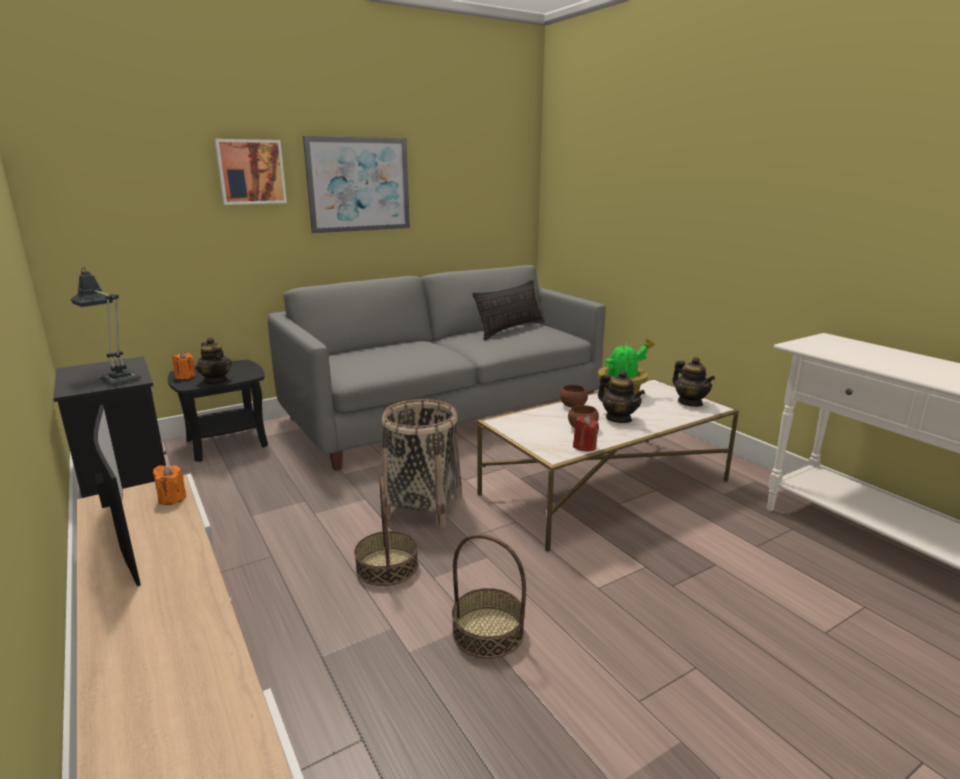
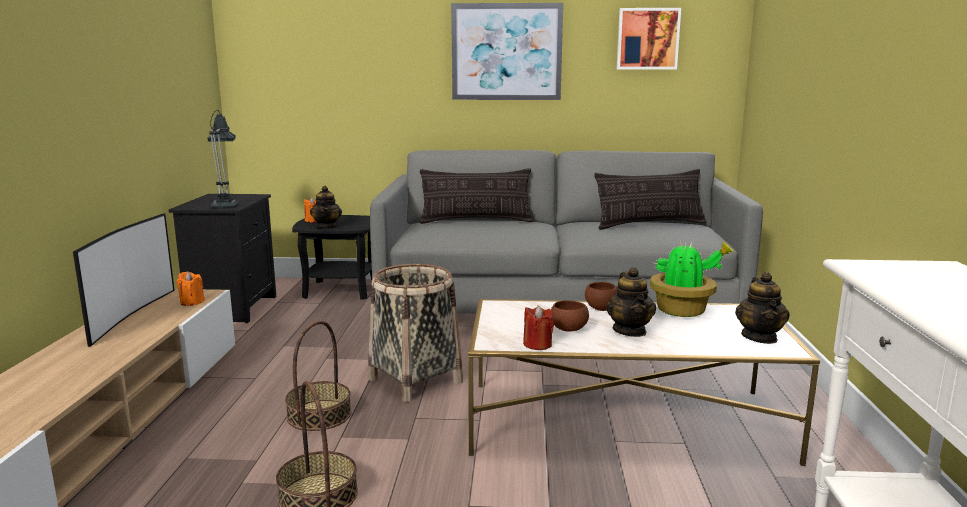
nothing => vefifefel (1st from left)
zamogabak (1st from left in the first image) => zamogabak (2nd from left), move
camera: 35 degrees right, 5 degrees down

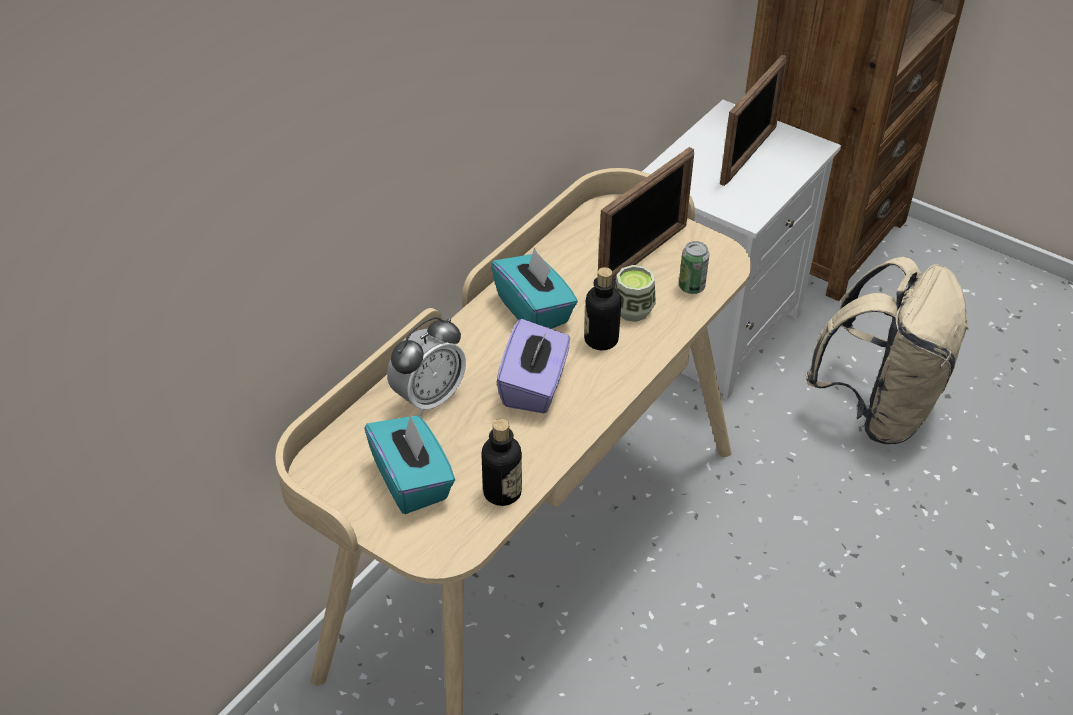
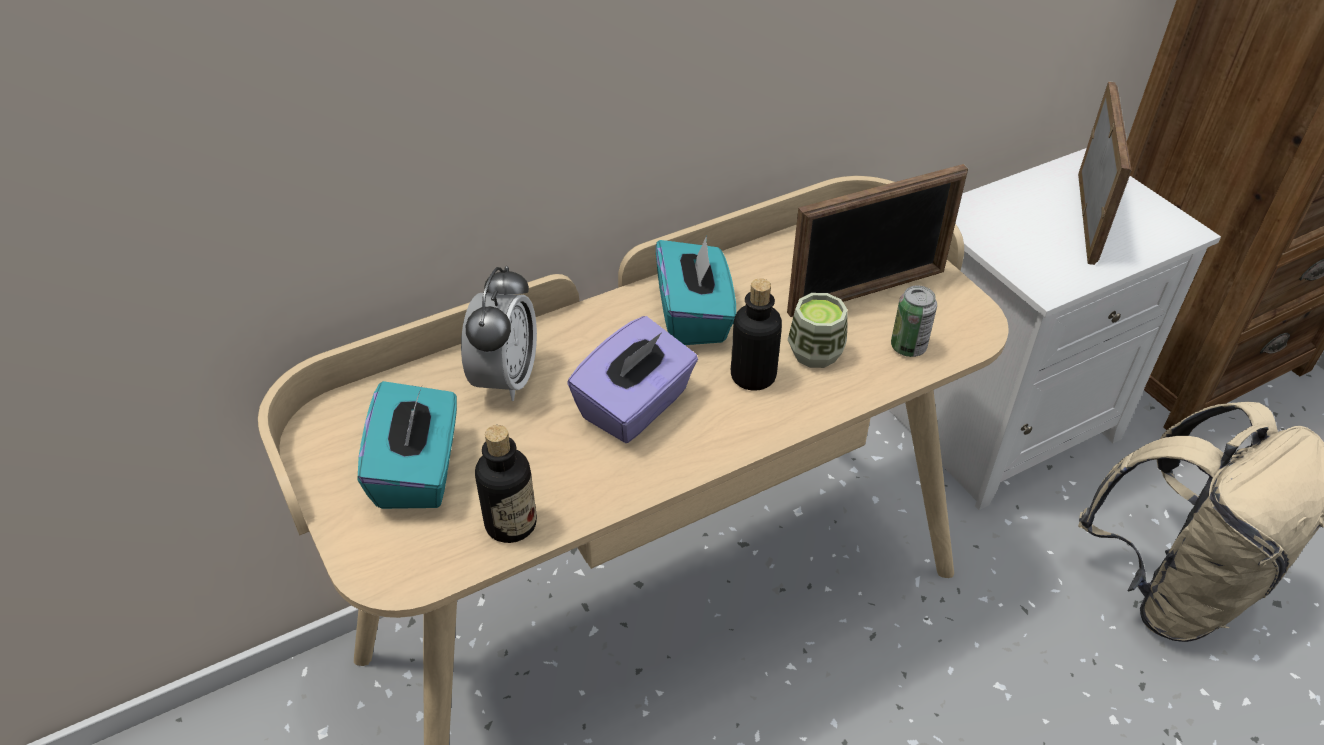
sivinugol, 60 degrees counterclockwise
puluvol (2nd from left), 45 degrees counterclockwise
camera: 25 degrees right, 0 degrees up

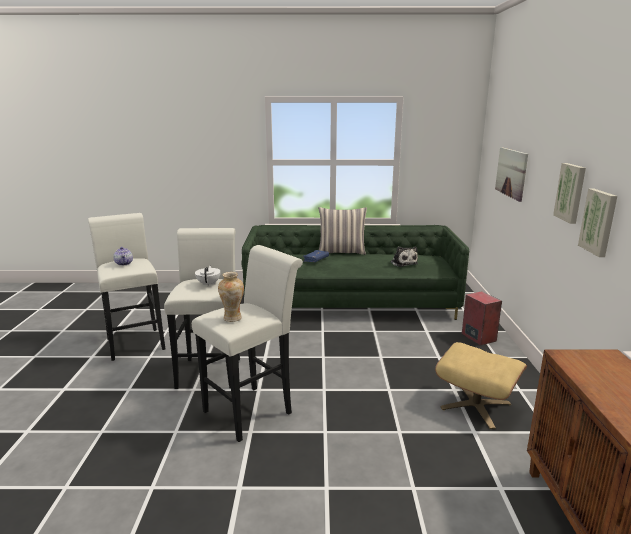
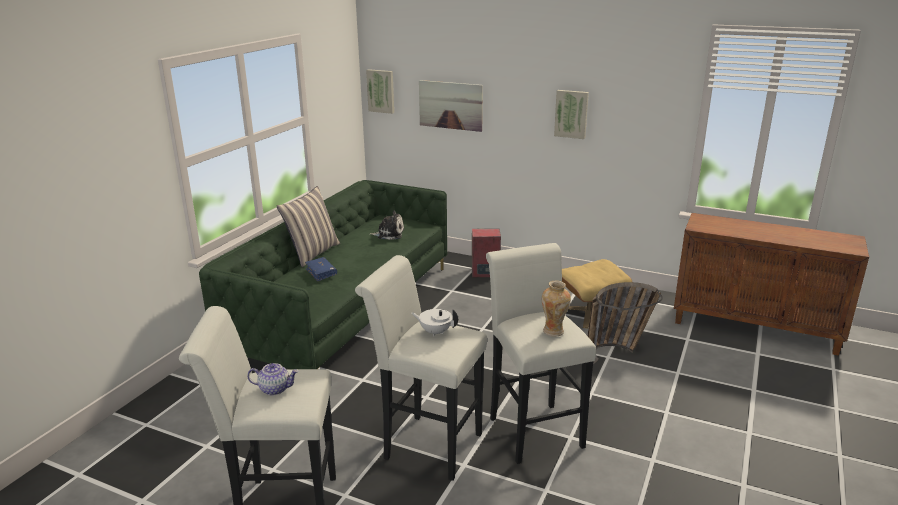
nothing => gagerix
zamogabak (3rd from left in the first image) => zamogabak (1st from left), move
camera: 65 degrees left, 5 degrees up

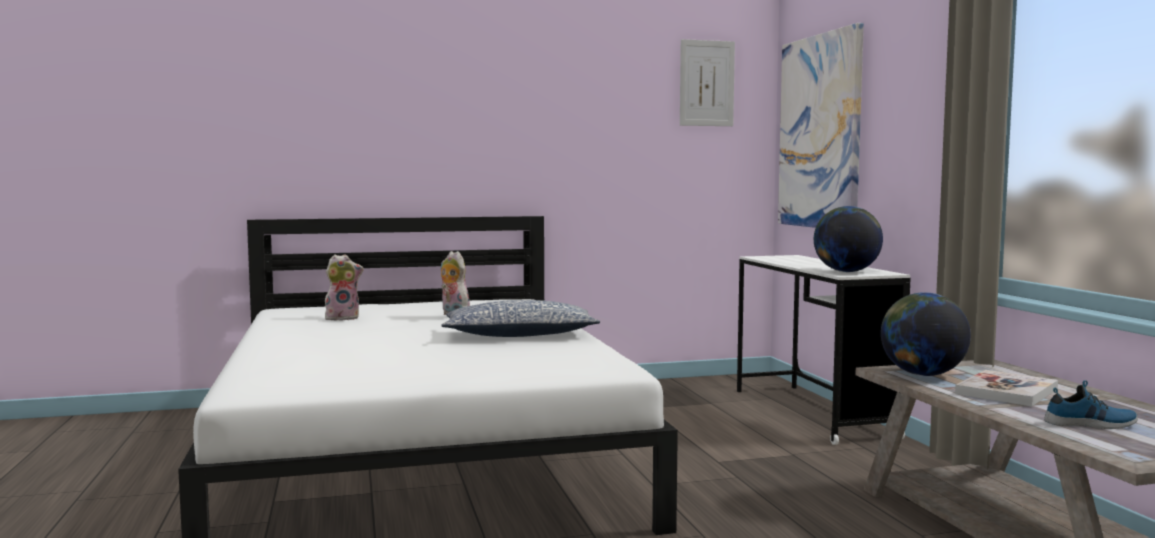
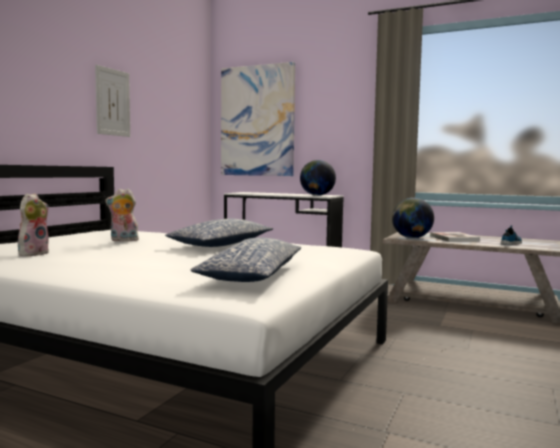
nothing => vefifefel (2nd from left)
zamogabak (1st from left), move
camera: 50 degrees left, 0 degrees up

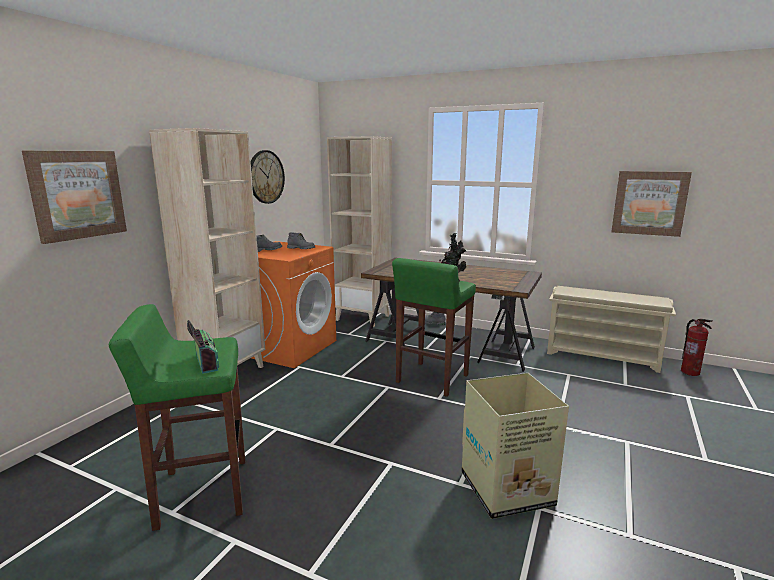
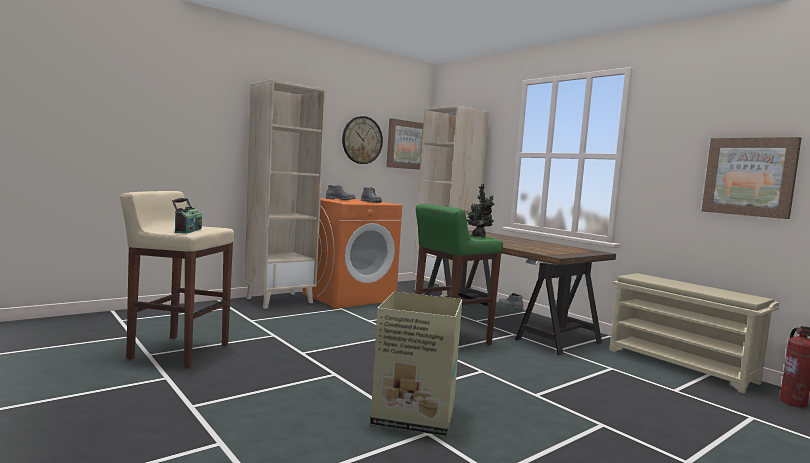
zamogabak (1st from left), move
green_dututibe (1st from left) => beige_dututibe
camera: 25 degrees right, 10 degrees down

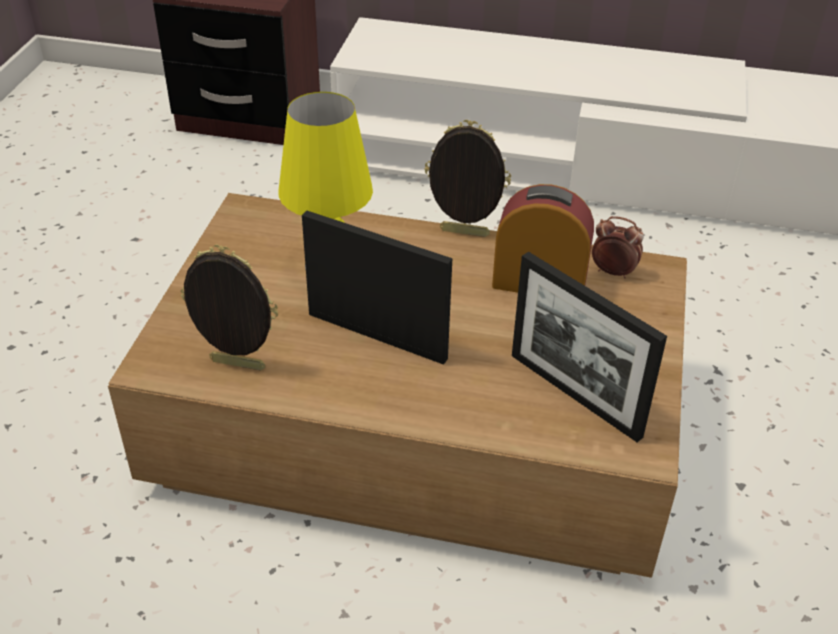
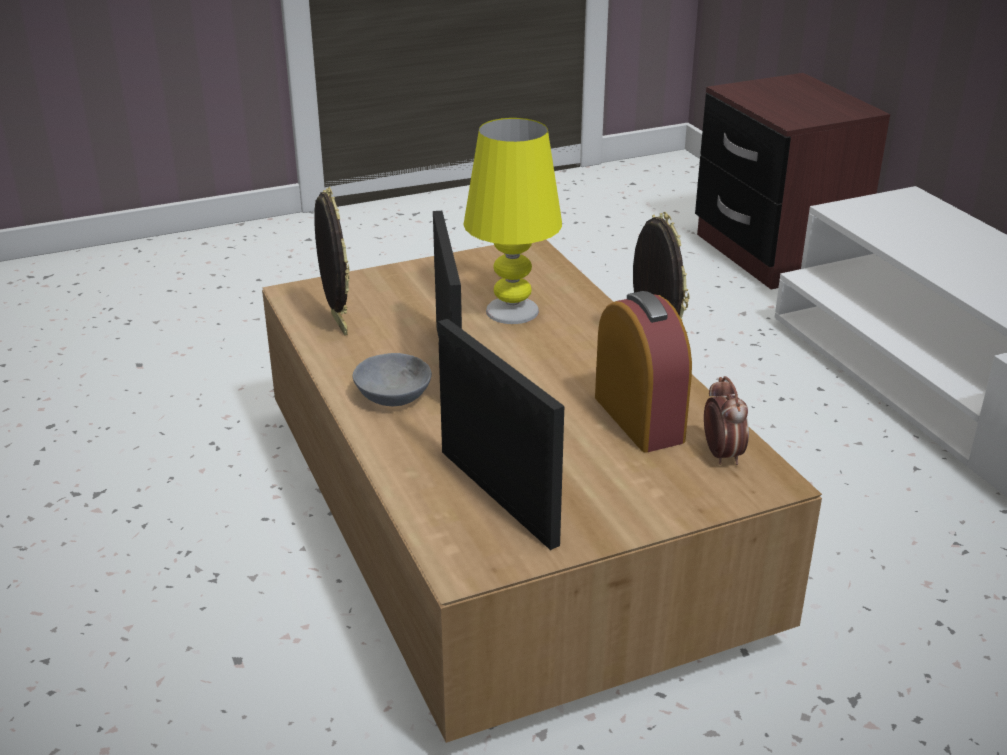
nothing => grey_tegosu
puluvol (4th from left in the first image) => puluvol (3rd from left), 135 degrees clockwise
camera: 55 degrees right, 10 degrees down

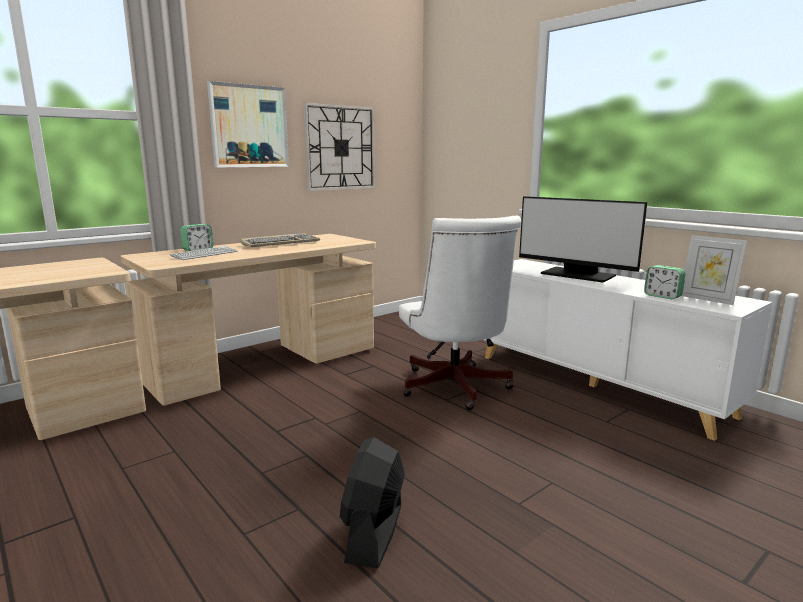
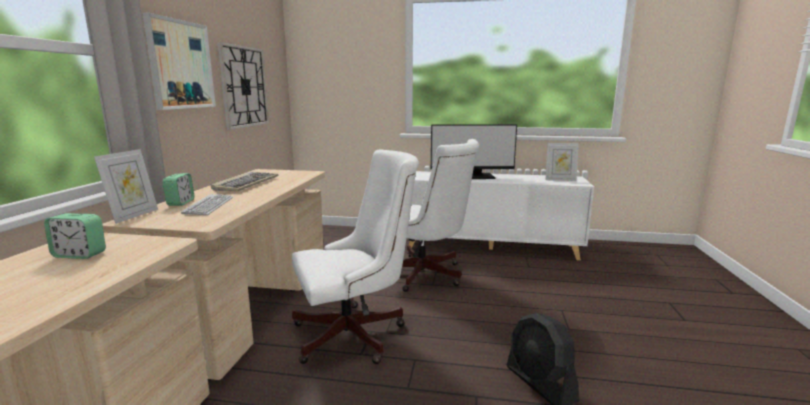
nothing => puluvol (1st from left)
nothing => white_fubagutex (1st from left)
sivinugol (2nd from left in the first image) => sivinugol (1st from left), move
camera: 40 degrees left, 0 degrees up

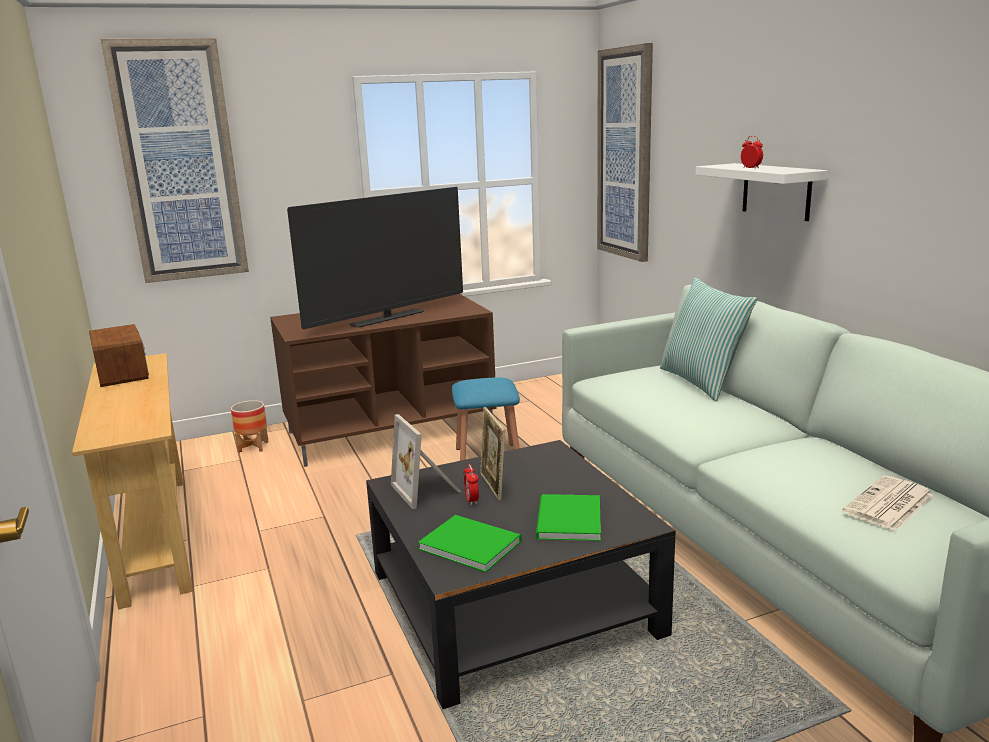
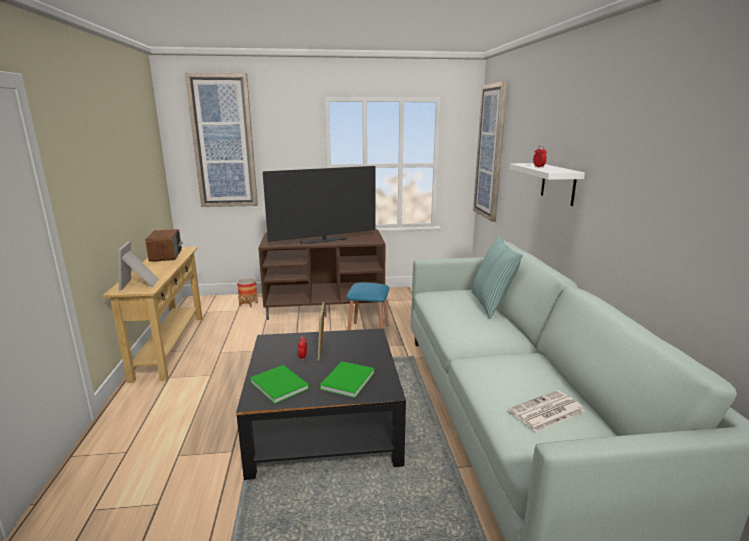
puluvol (1st from left), move
camera: 15 degrees right, 0 degrees up

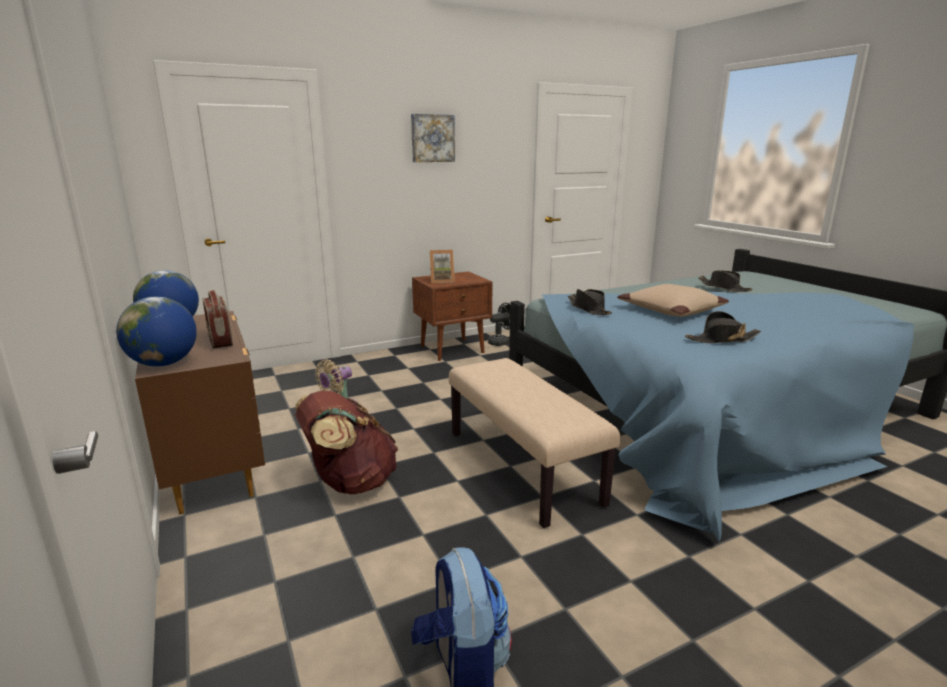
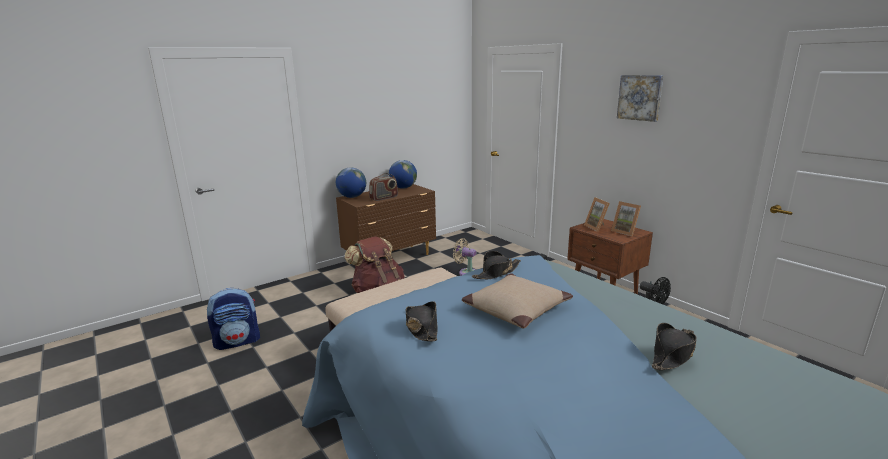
nothing => puluvol (2nd from left)
camera: 80 degrees right, 0 degrees up

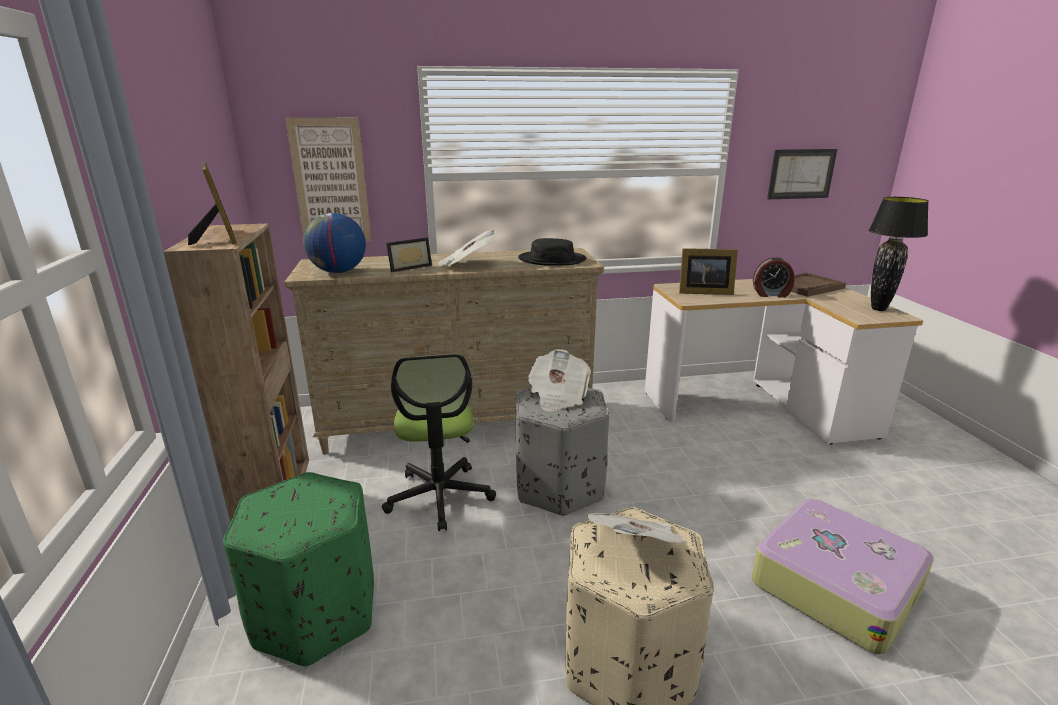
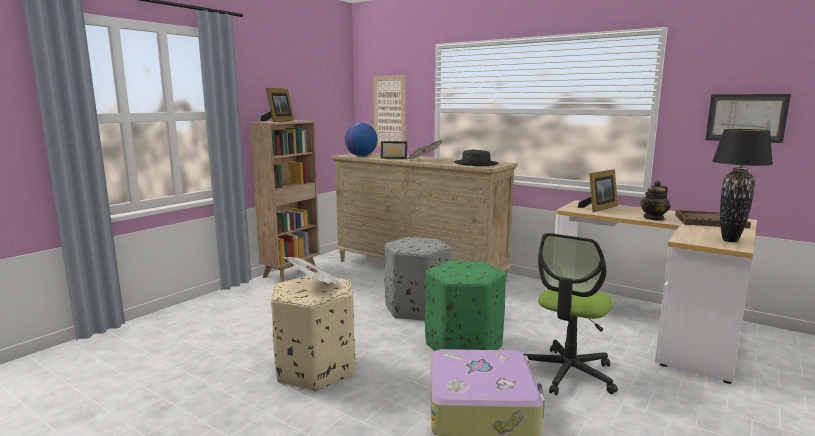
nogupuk (2nd from left) => nothing
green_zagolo, move
fubagutex, move
sivinugol => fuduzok
puluvol (3rd from left), 90 degrees counterclockwise
camera: 45 degrees right, 10 degrees down

